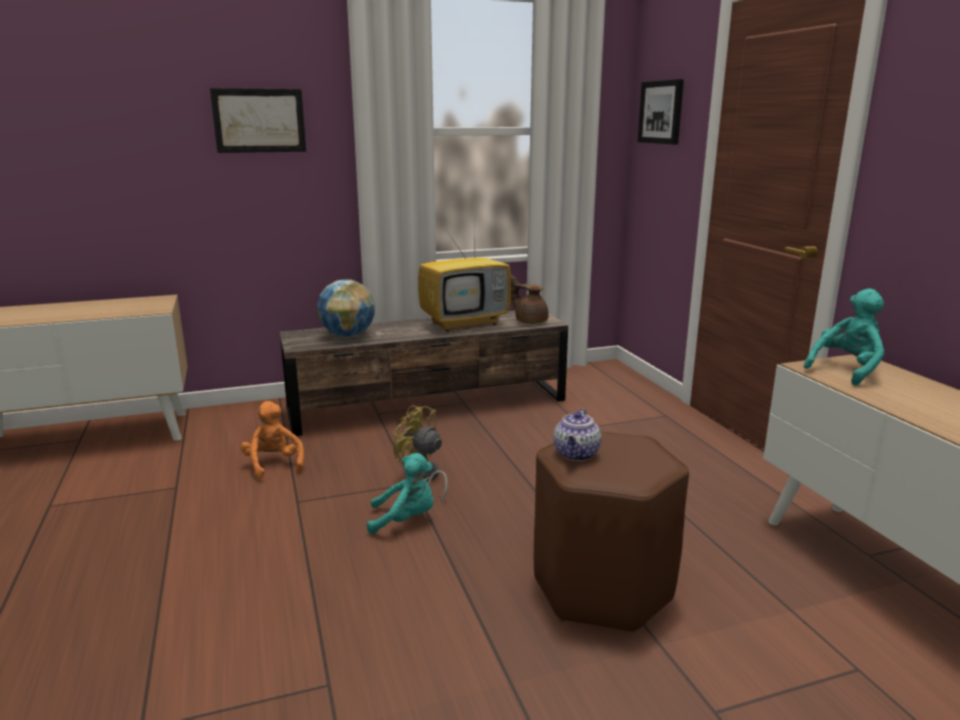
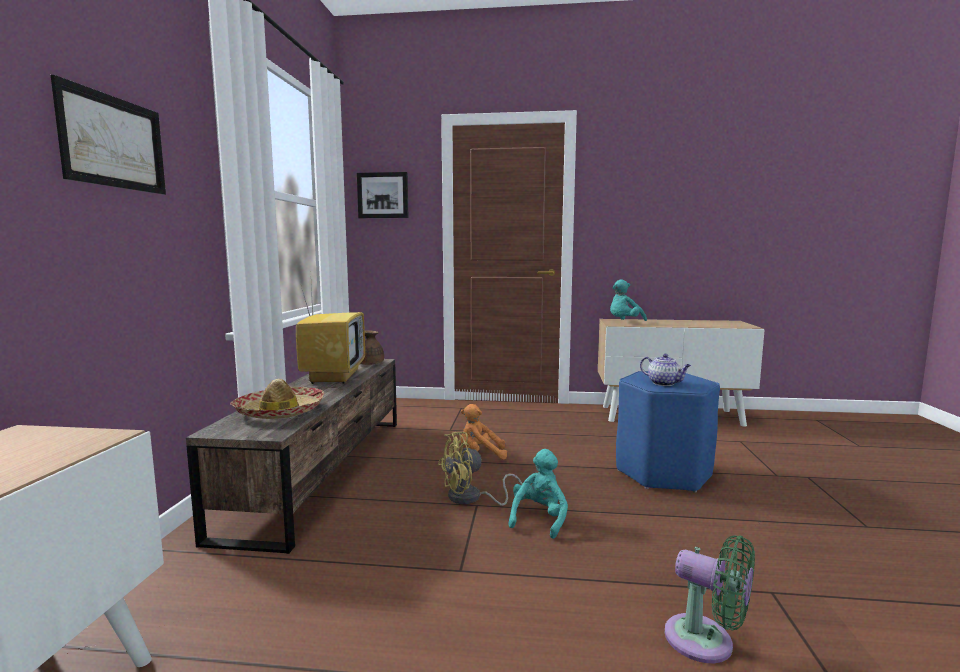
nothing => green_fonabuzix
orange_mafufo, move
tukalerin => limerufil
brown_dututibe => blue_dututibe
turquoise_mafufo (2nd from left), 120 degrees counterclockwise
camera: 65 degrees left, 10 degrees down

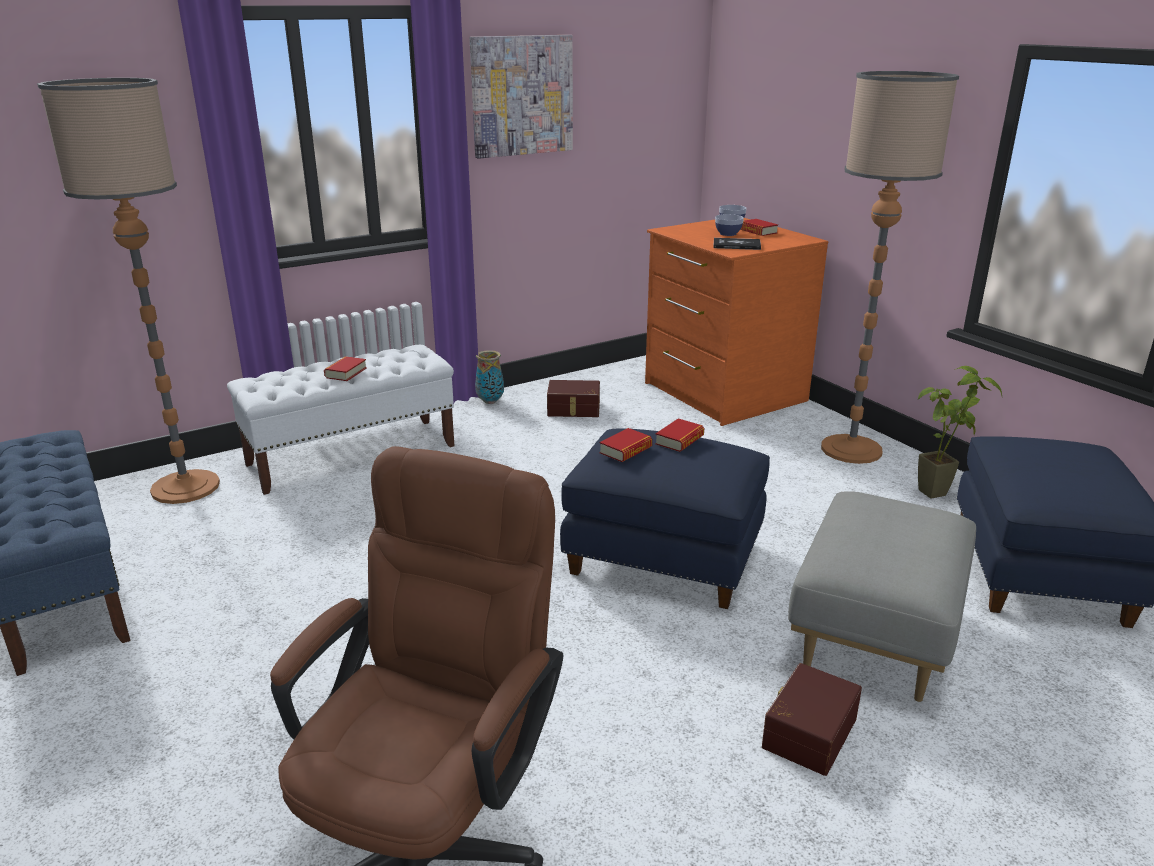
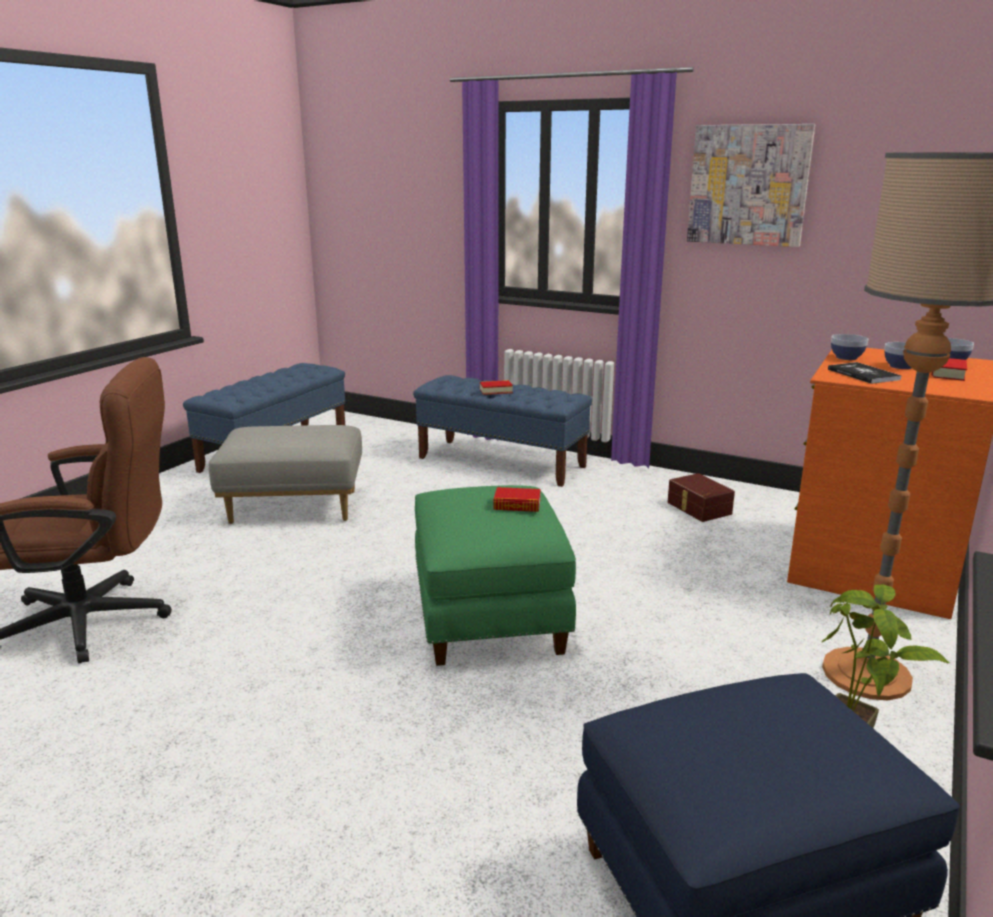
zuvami (1st from left) => nothing
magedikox => nothing
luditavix (2nd from left) => nothing
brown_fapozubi (2nd from left) => nothing
nothing => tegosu (1st from left)
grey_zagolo, move
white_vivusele => blue_vivusele (2nd from left)
blue_zagolo (1st from left) => green_zagolo
camera: 60 degrees right, 5 degrees down

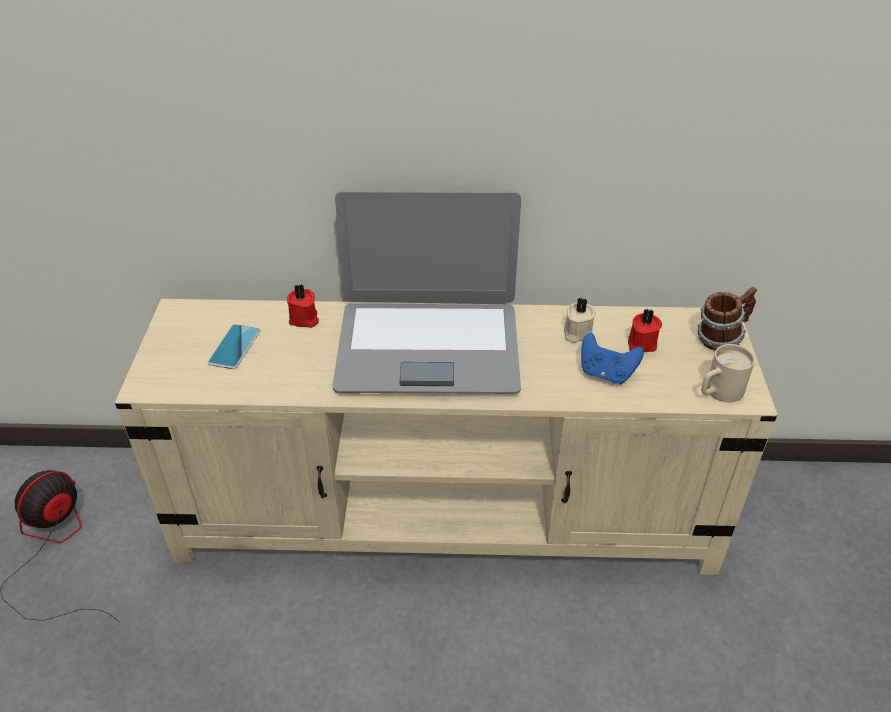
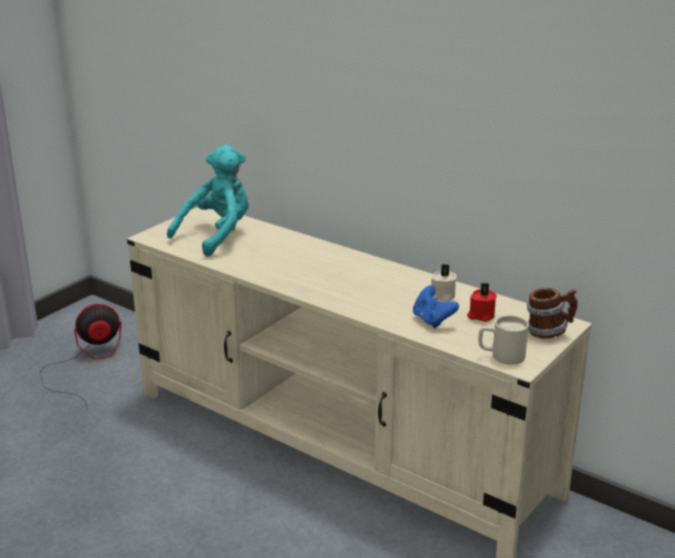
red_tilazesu (1st from left) => nothing
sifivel => nothing
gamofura => turquoise_mafufo
camera: 35 degrees right, 15 degrees down

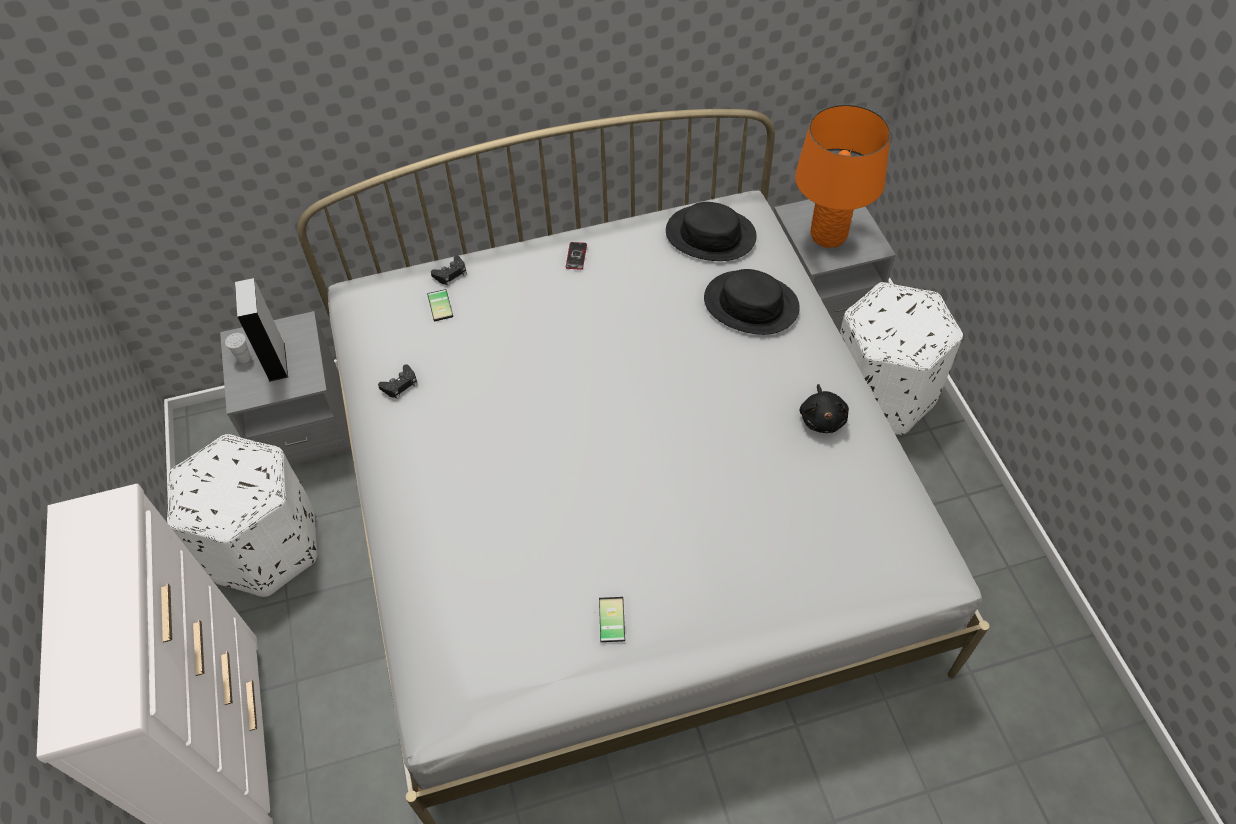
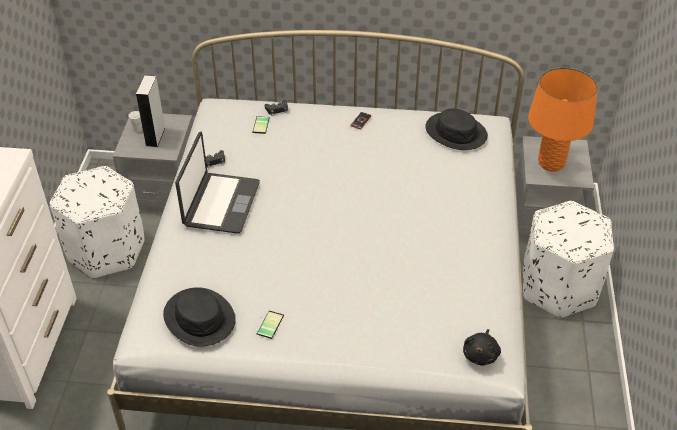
nothing => sifivel
black_limerufil (2nd from left in the first image) => black_limerufil (1st from left), move
black_mafufo, move
camera: 20 degrees right, 10 degrees down

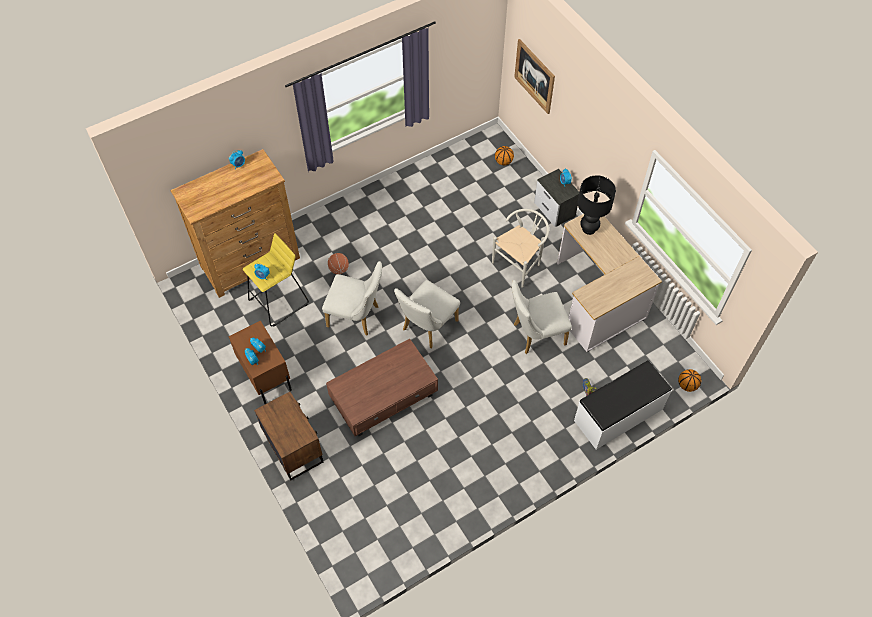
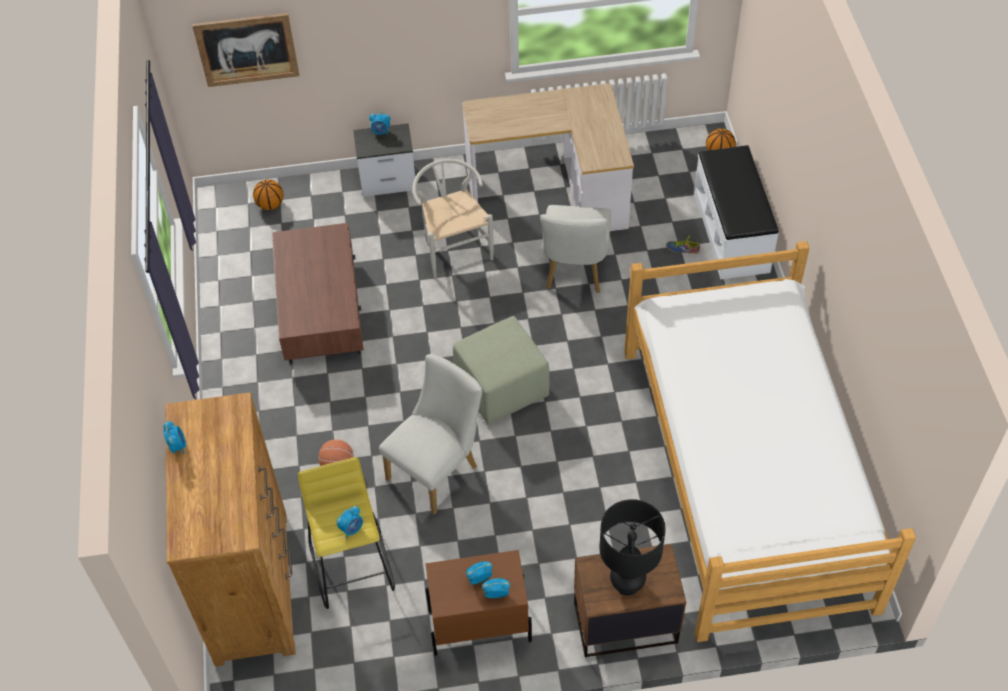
nothing => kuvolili
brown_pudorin, move
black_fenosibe, move
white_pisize (2nd from left) => green_zagolo
camera: 65 degrees left, 5 degrees down

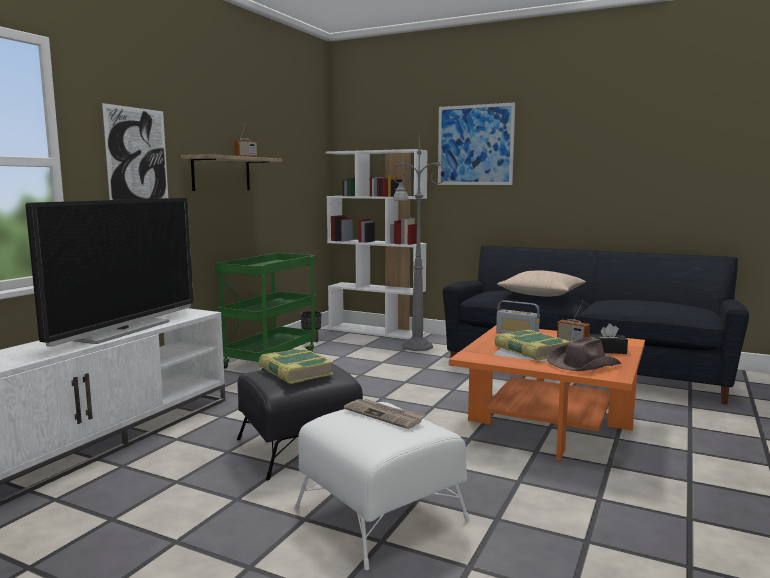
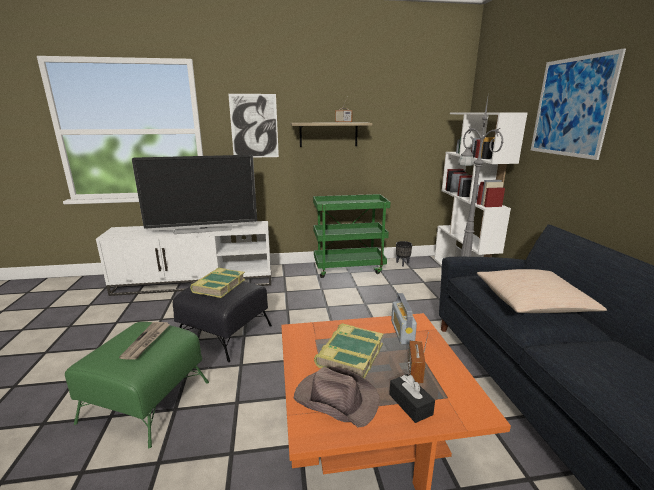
white_zagolo => green_zagolo
camera: 55 degrees right, 10 degrees up

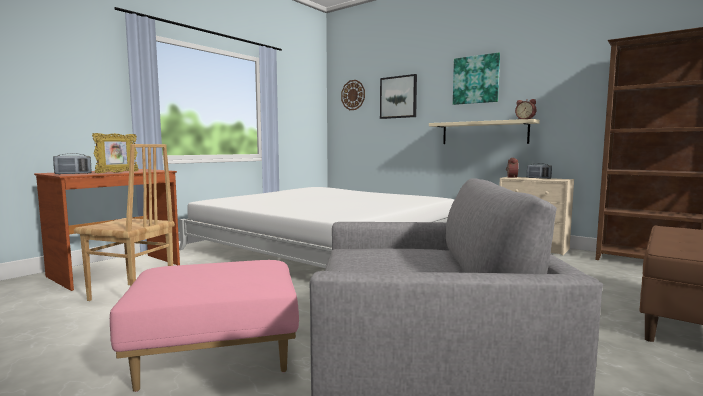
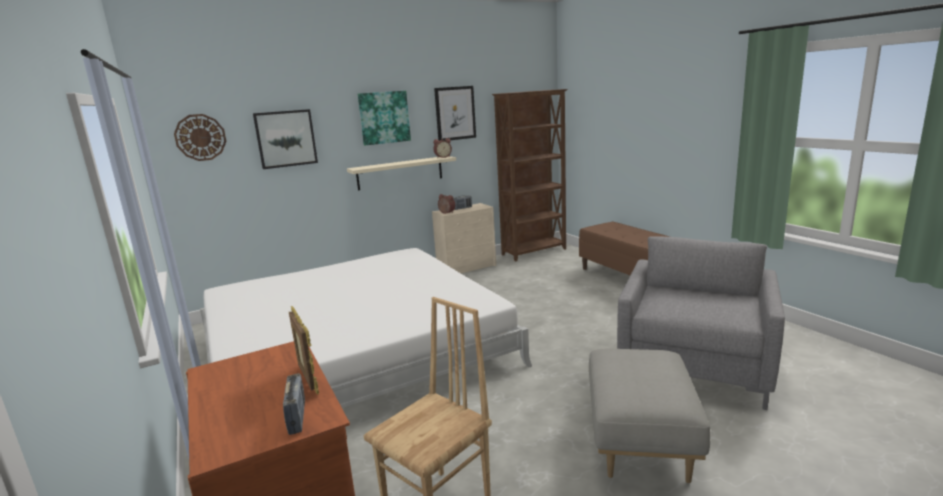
nothing => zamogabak (3rd from left)
pink_zagolo => grey_zagolo
camera: 65 degrees left, 10 degrees up

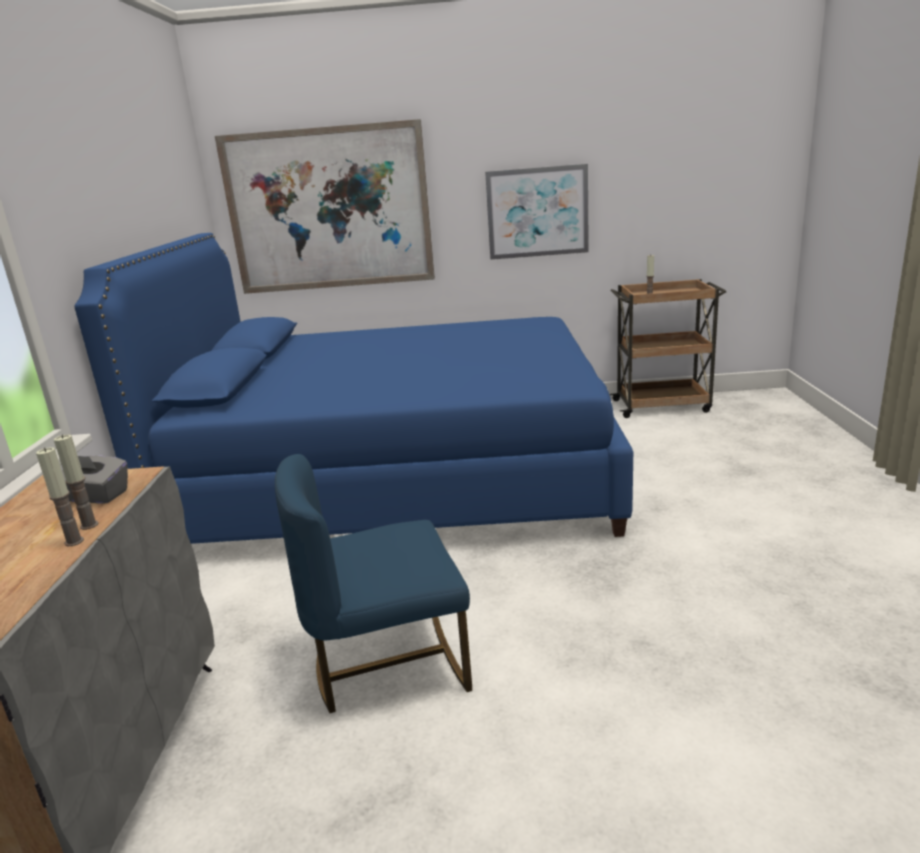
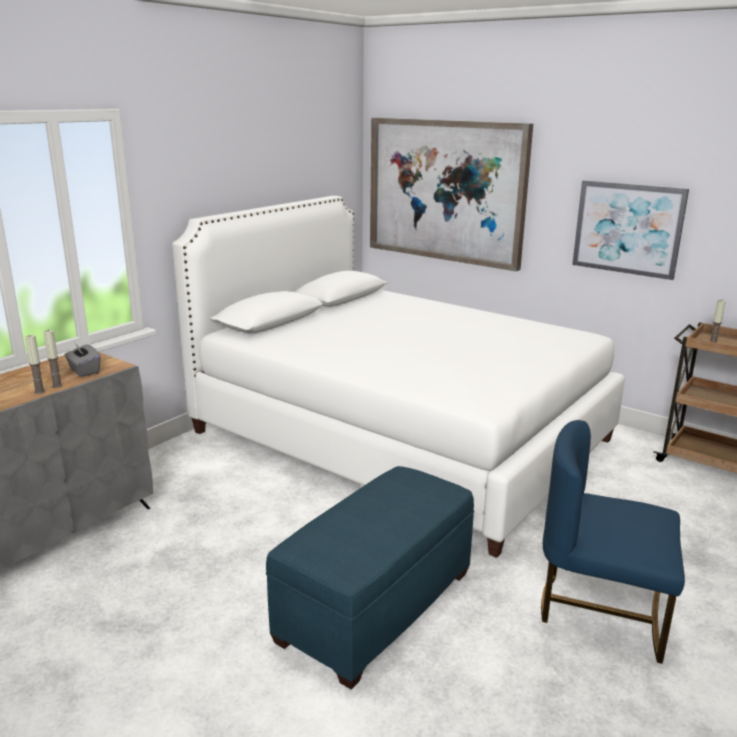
nothing => blue_zagolo
blue_pisize, move
blue_kuvolili => white_kuvolili
camera: 35 degrees right, 0 degrees up

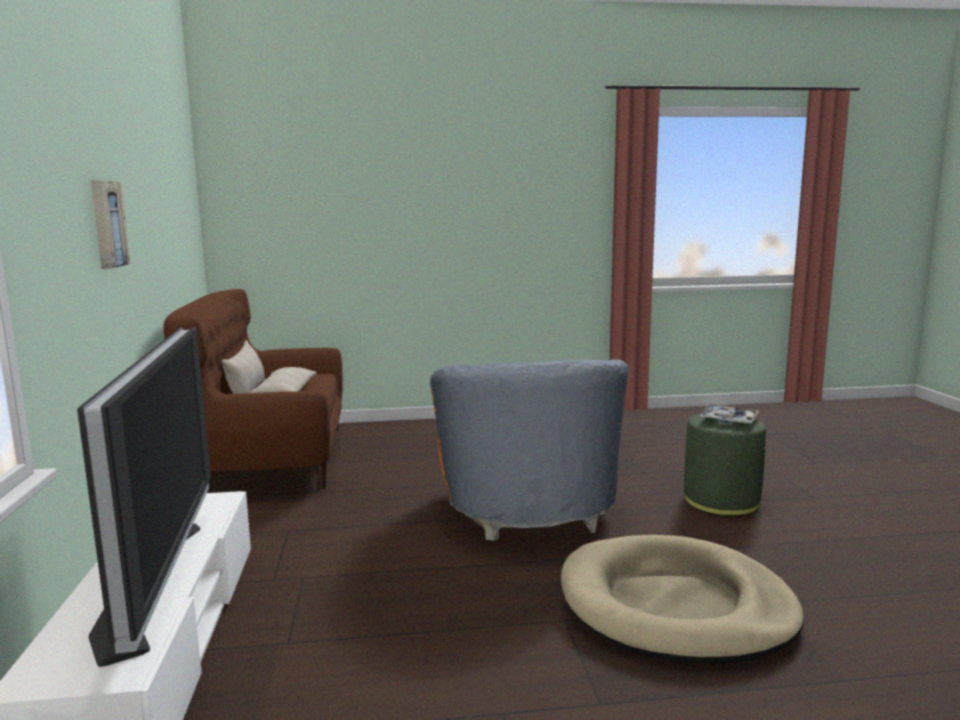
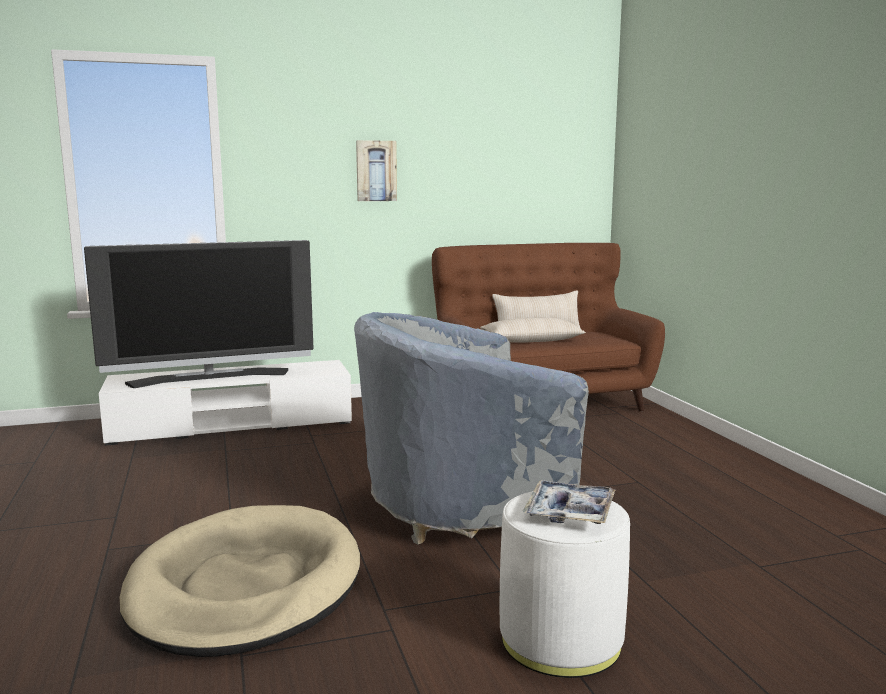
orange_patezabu => grey_patezabu
green_zagolo => white_zagolo
camera: 80 degrees right, 0 degrees up

